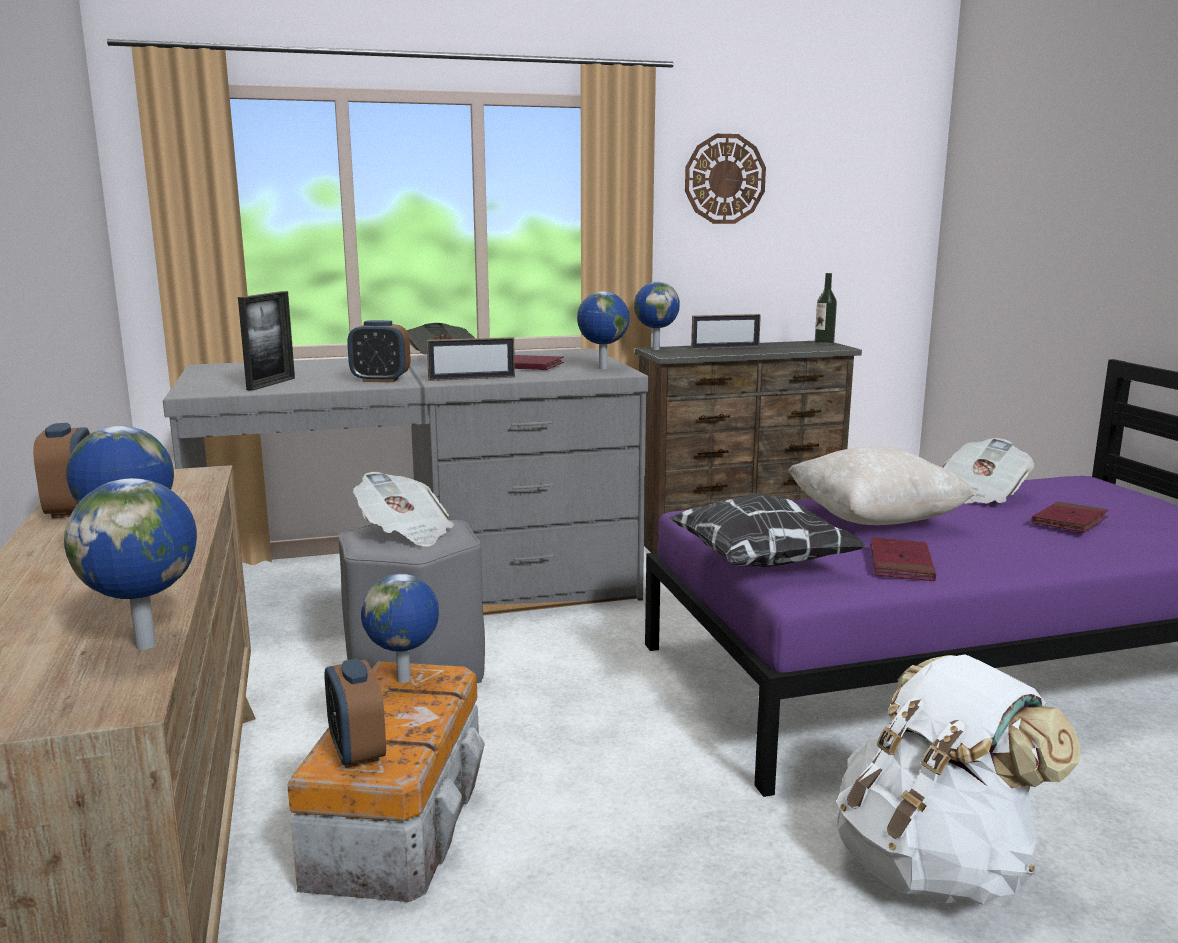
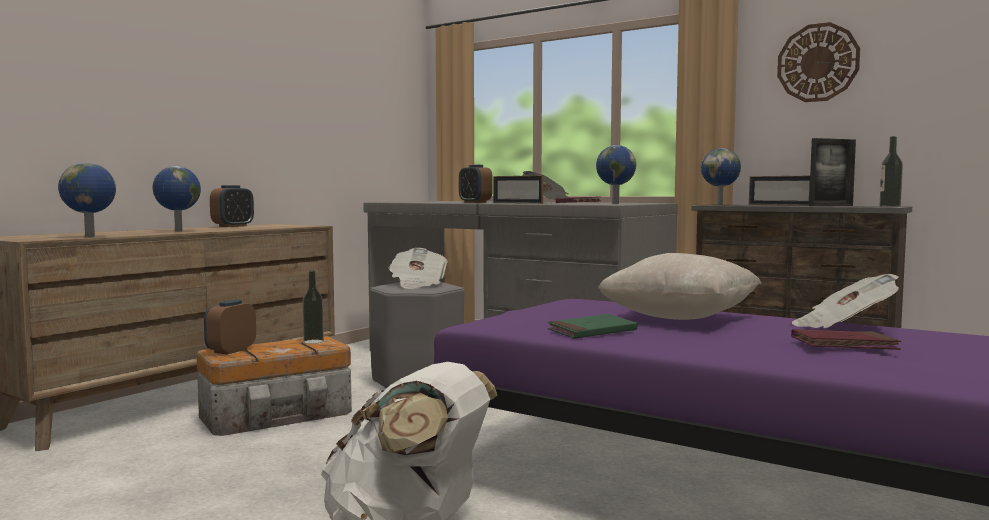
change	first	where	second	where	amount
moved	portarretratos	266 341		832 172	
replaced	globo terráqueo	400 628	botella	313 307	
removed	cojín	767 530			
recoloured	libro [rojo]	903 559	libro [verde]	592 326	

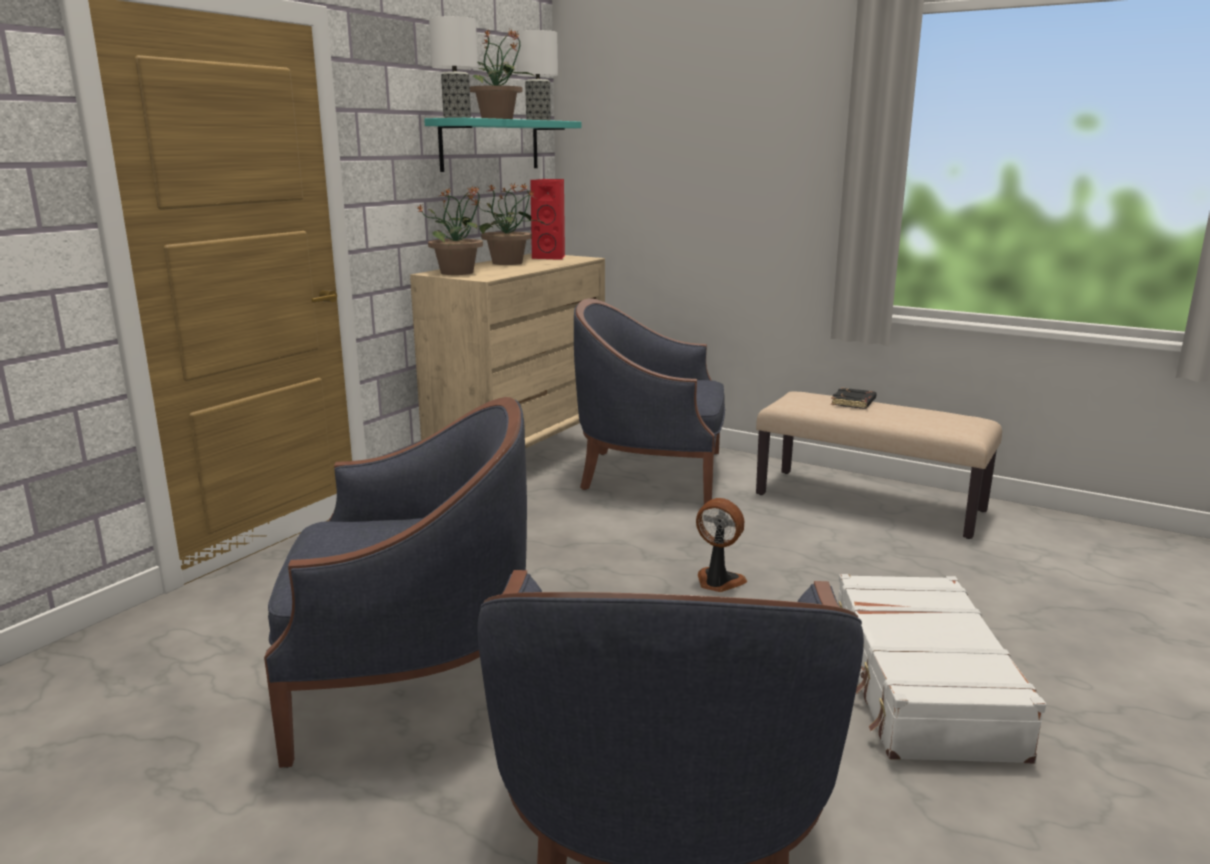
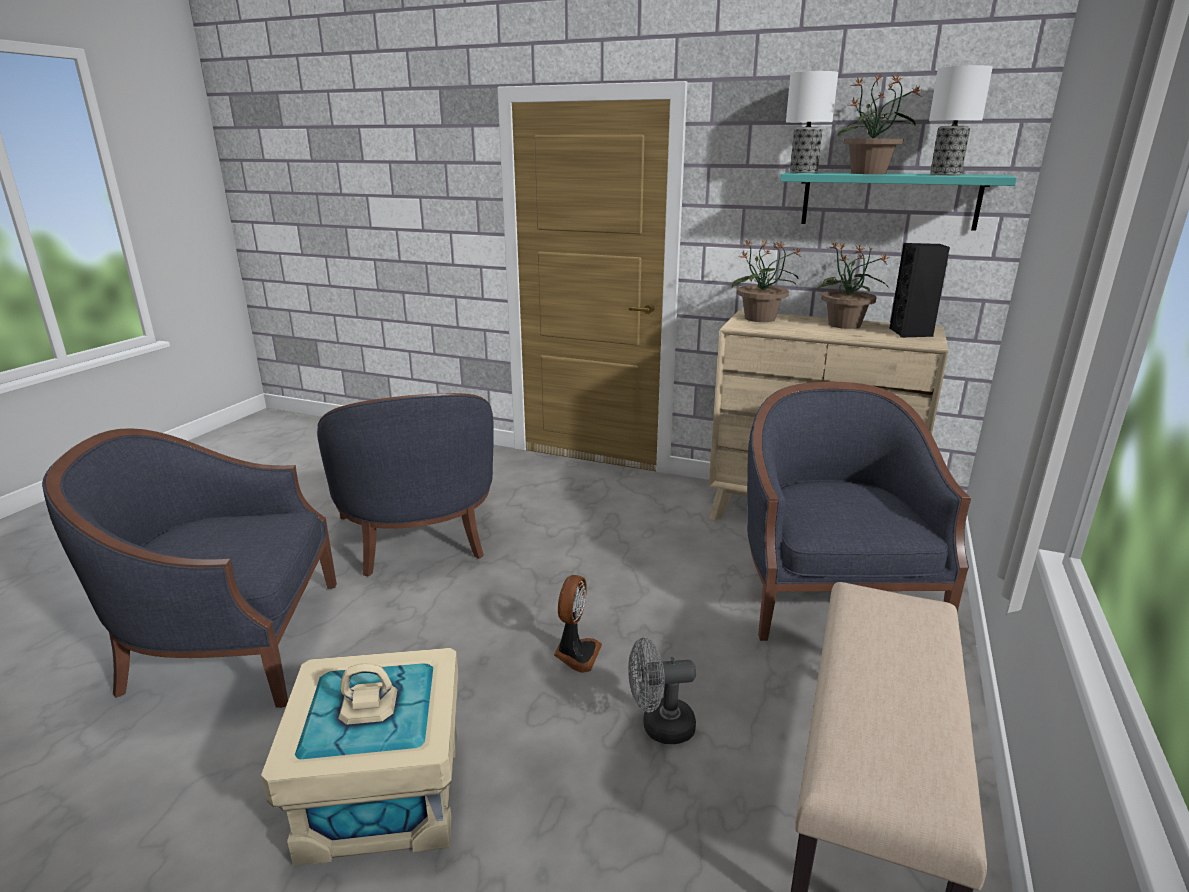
change	first	where	second	where	amount
recoloured	altavoz [rojo]	547 219	altavoz [negro]	920 290	
removed	libro [negro]	854 398			
replaced	maleta [blanco]	942 669	caja de almacenaje [beis]	360 757	
added			ventilador [gris]	662 691	

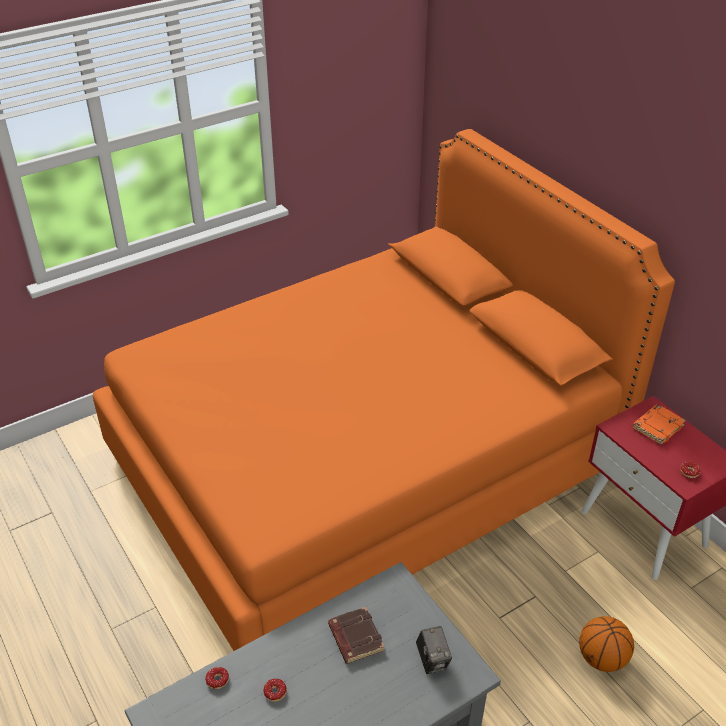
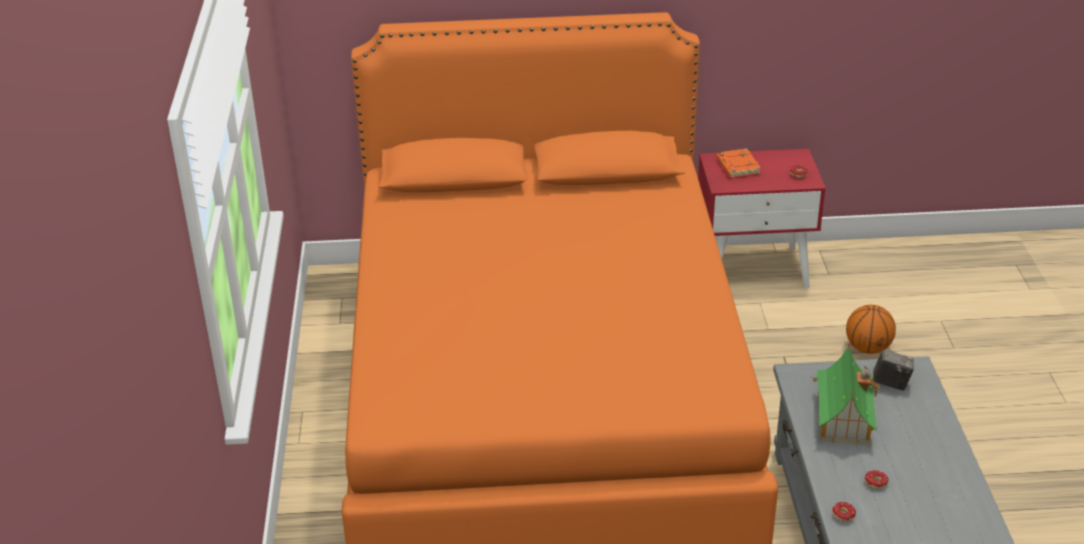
change	first	where	second	where	amount
replaced	libro [marrón]	356 635	casita	845 394	

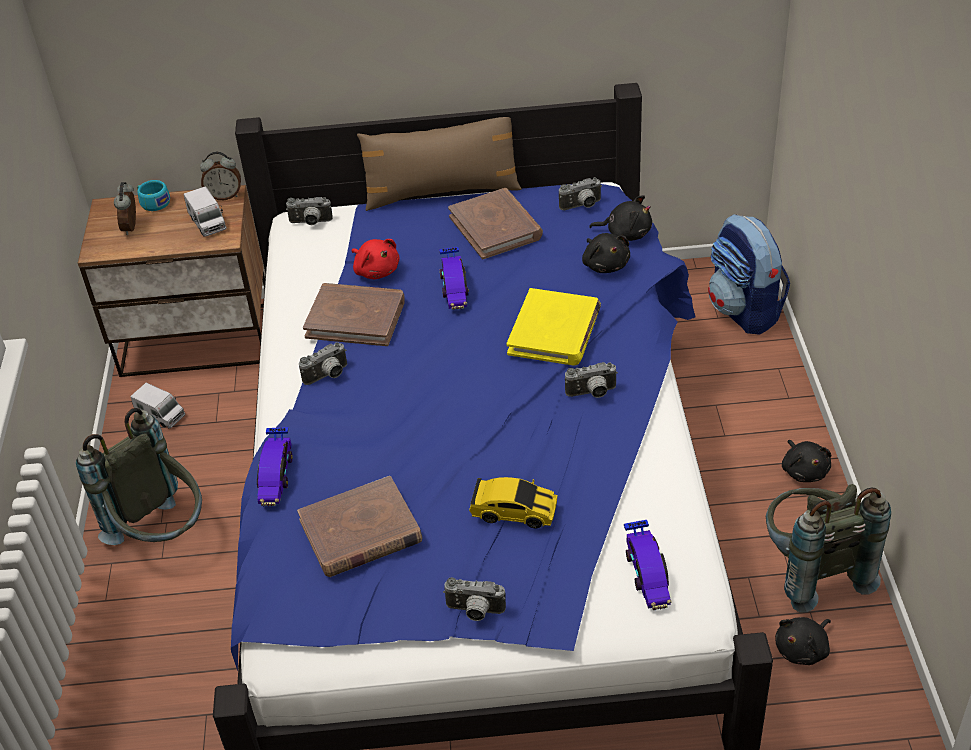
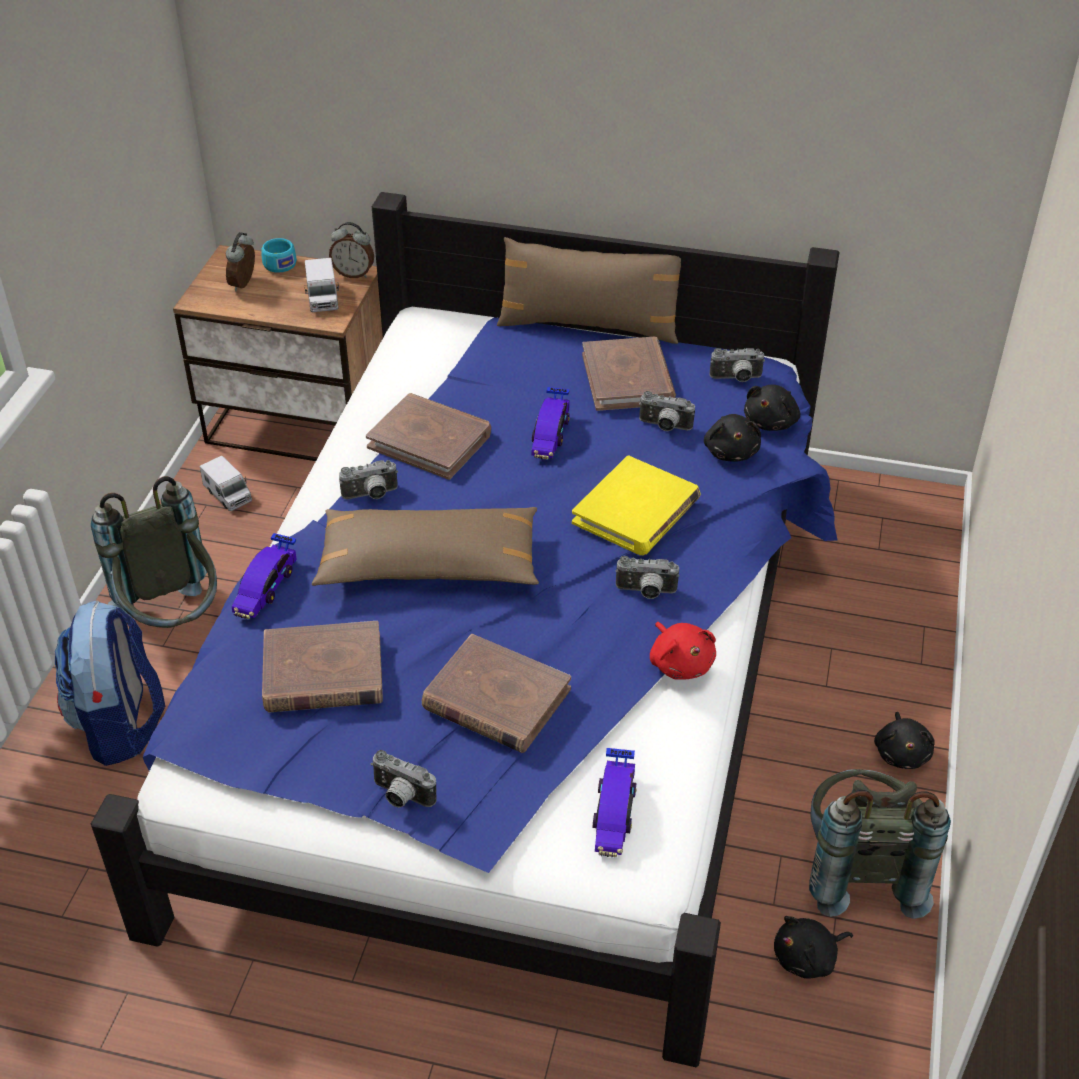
change	first	where	second	where	amount
moved	cámara	309 211		667 411	
moved	peluche [rojo]	375 259		683 651	
replaced	coche de juguete	513 502	libro [marrón]	496 693	
turned	peluche [negro]	620 218		772 408	90 degrees clockwise
moved	mochila	749 274		110 683	
added			cojín [marrón]	425 546	

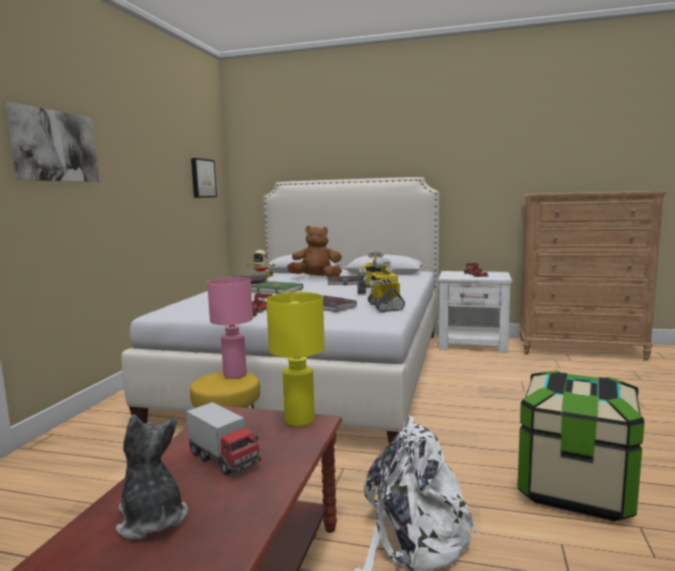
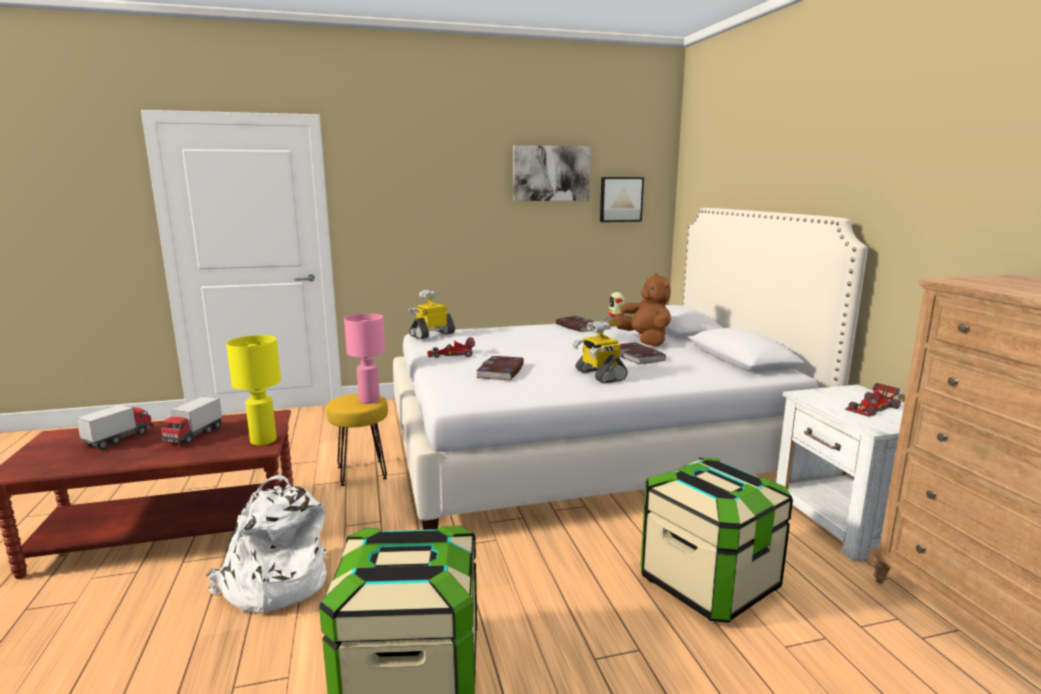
change	first	where	second	where	amount
moved	cuadro	52 142		552 173	
replaced	peluche	152 477	camión de juguete	114 427	
removed	libro [verde]	277 287			
moved	robot de juguete	384 285		431 314	
added			caja de almacenaje	717 540	

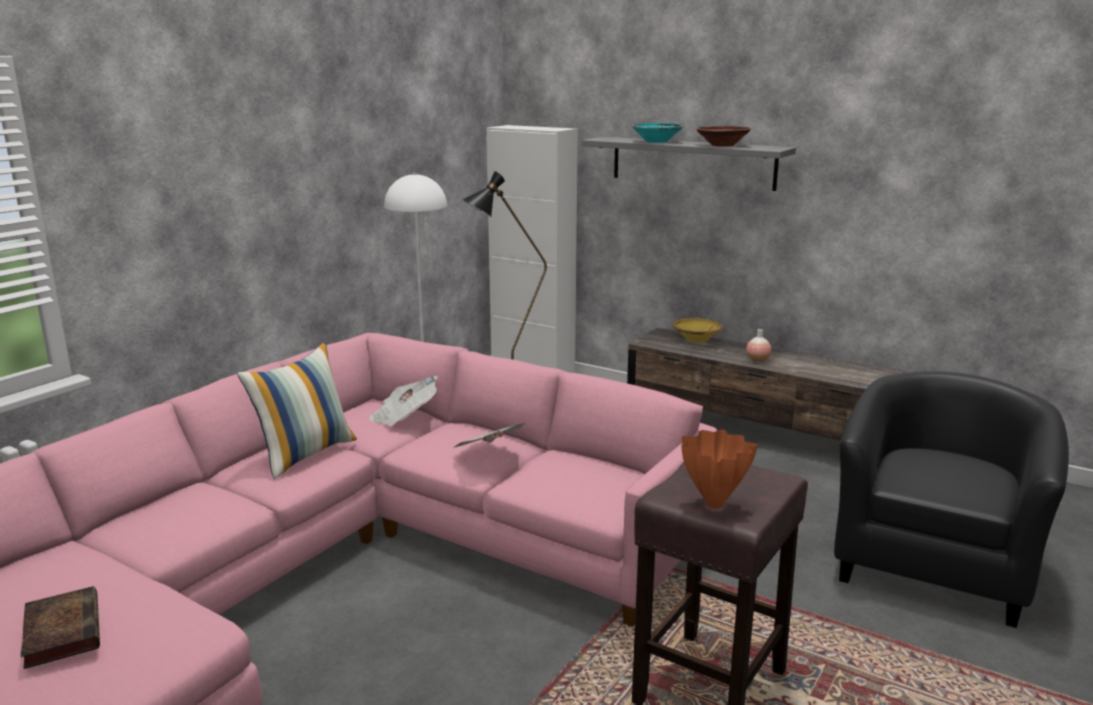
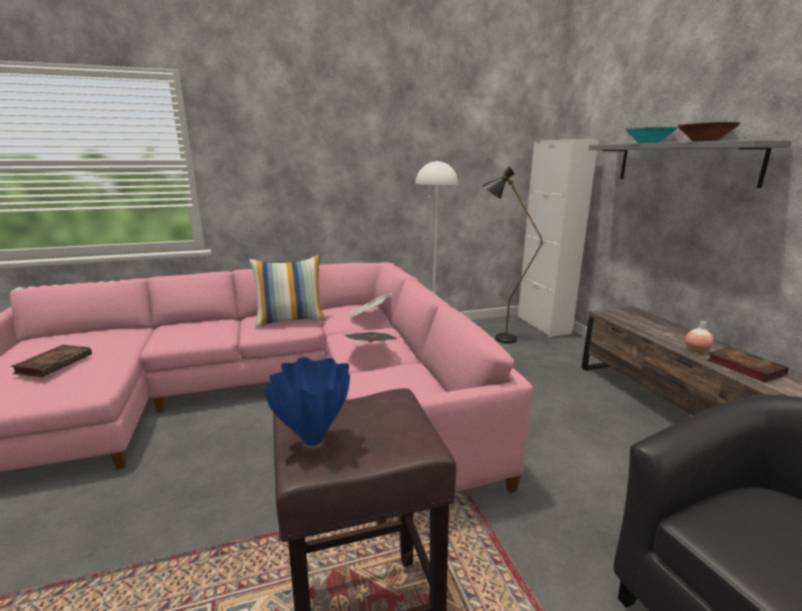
change	first	where	second	where	amount
removed	cuenco [amarillo]	697 330			
recoloured	florero [naranja]	719 469	florero [azul]	306 401	
added			libro	748 364	

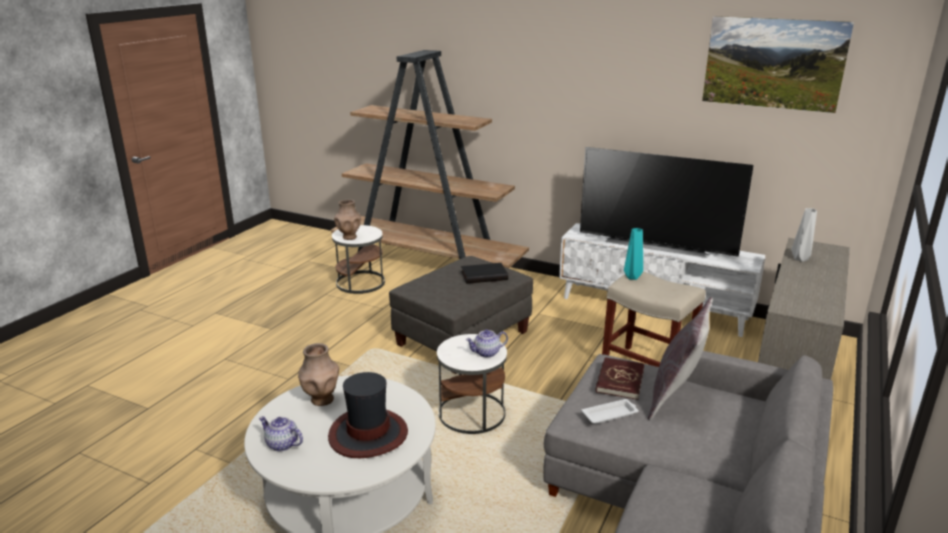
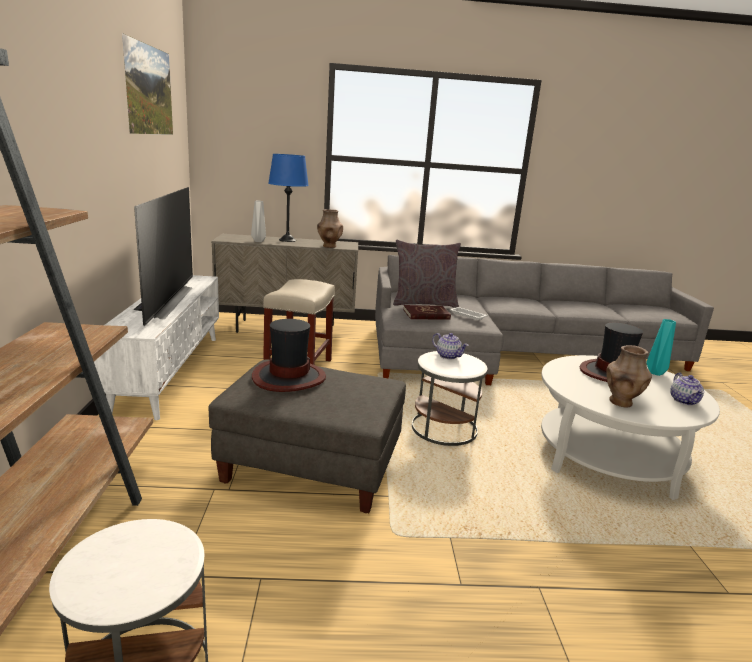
change	first	where	second	where	amount
moved	florero [marrón]	347 219		330 228	
replaced	libro [negro]	484 273	sombrero	289 355	
moved	florero [turquesa]	633 254		661 347	
added			lámpara de mesa [azul]	288 198	

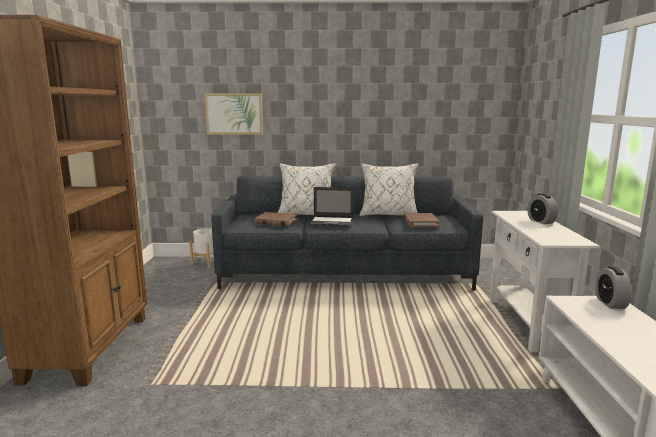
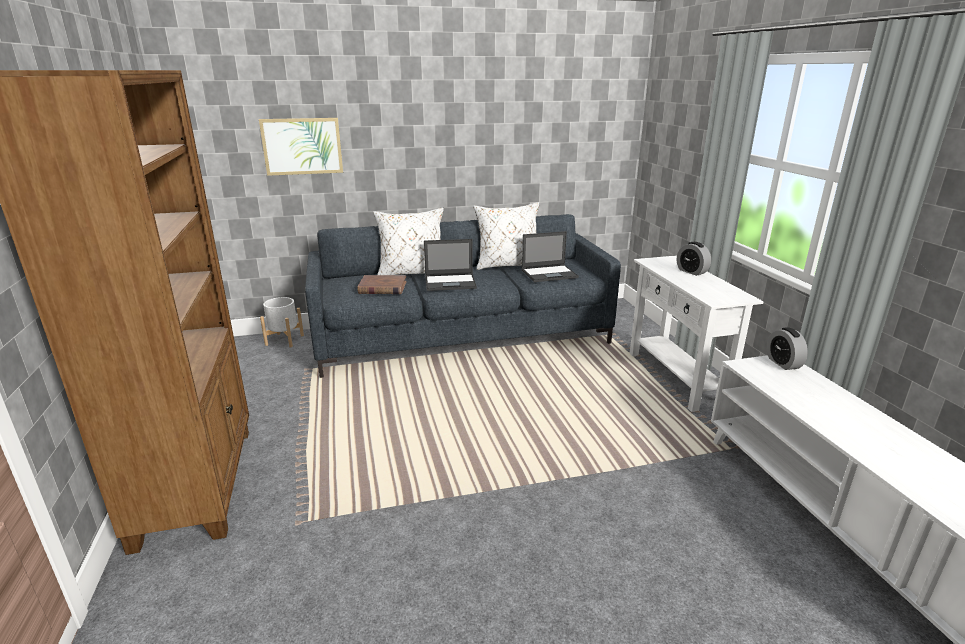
change	first	where	second	where	amount
replaced	libro [marrón]	421 220	portátil	550 256	

